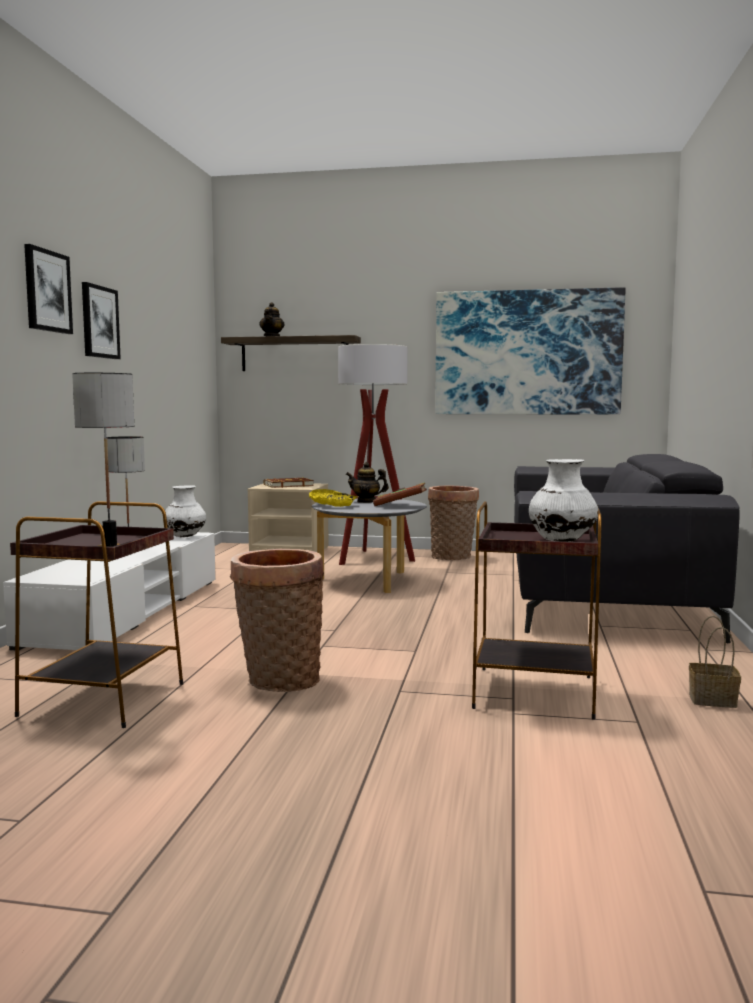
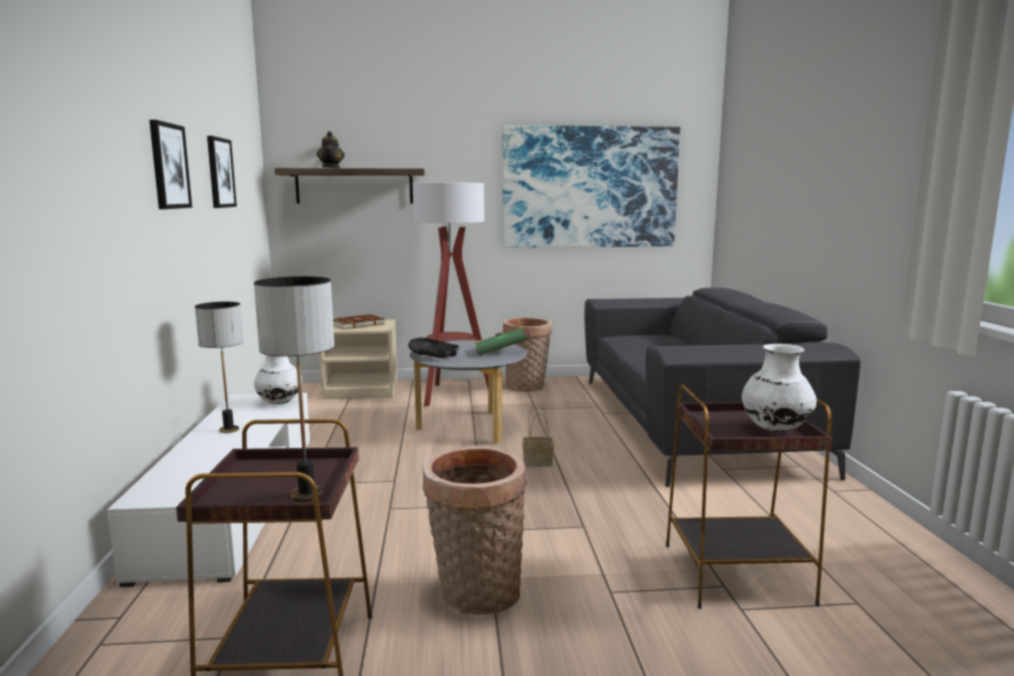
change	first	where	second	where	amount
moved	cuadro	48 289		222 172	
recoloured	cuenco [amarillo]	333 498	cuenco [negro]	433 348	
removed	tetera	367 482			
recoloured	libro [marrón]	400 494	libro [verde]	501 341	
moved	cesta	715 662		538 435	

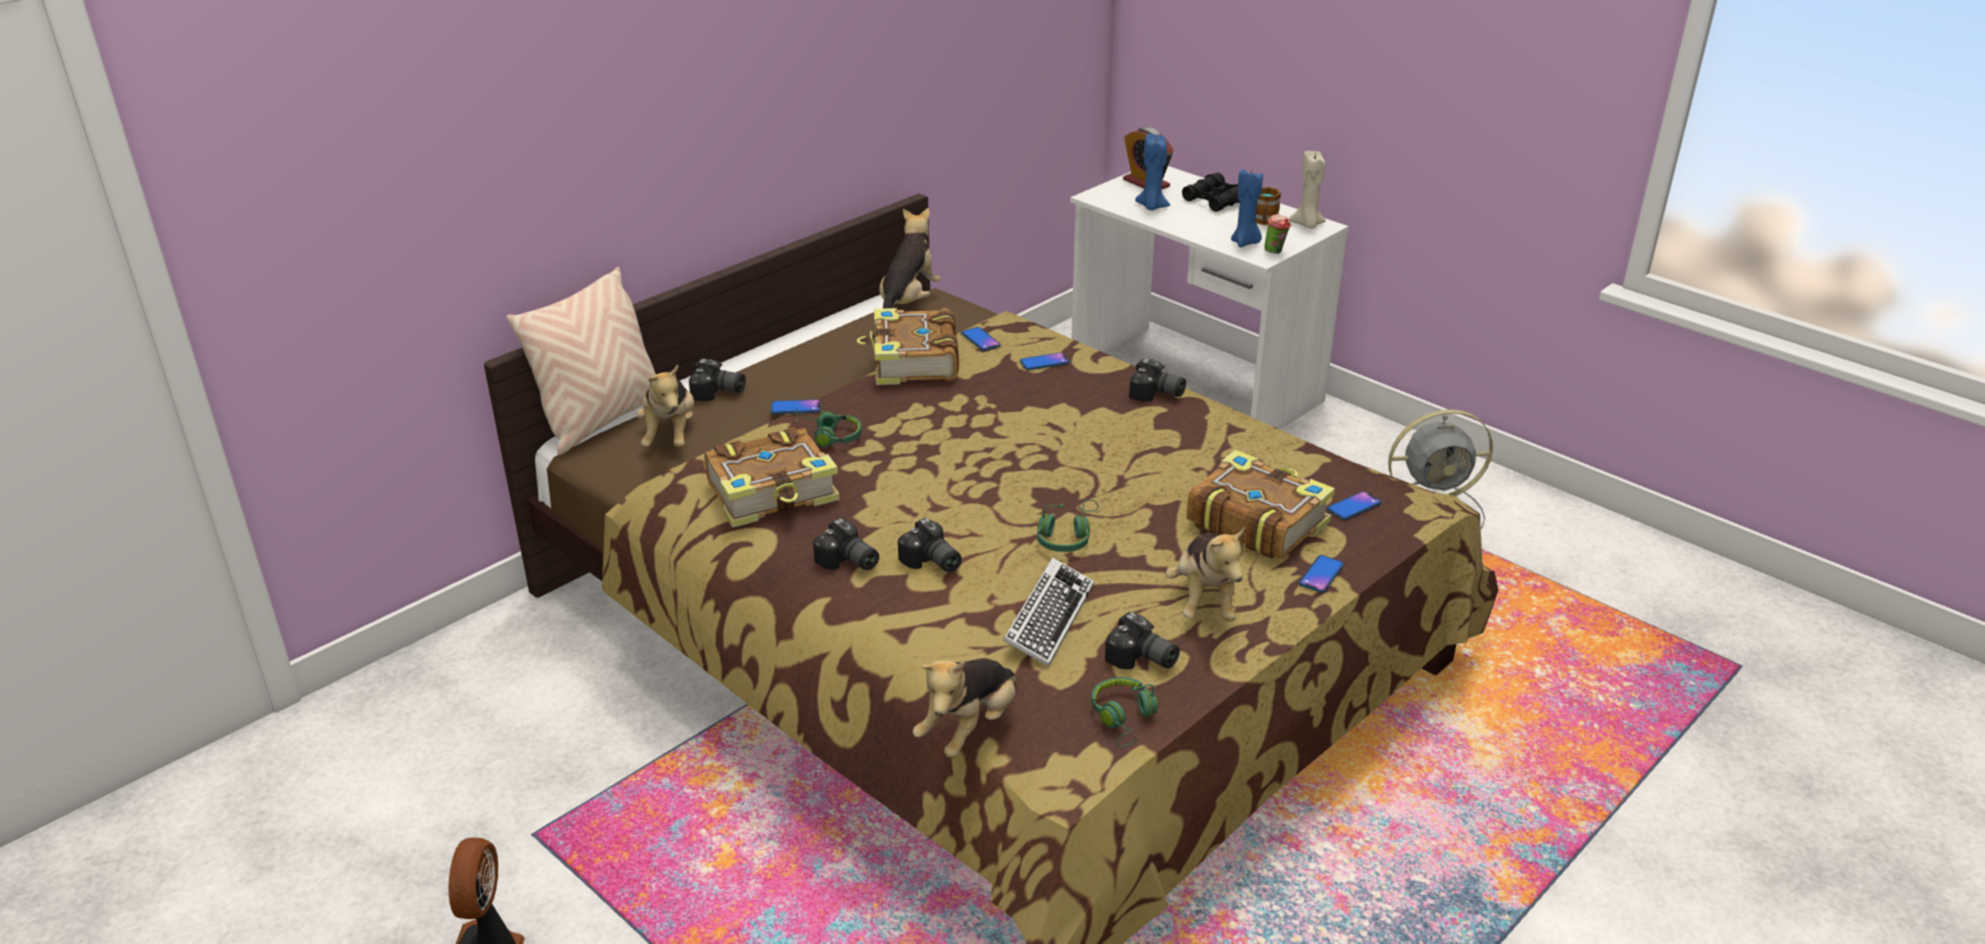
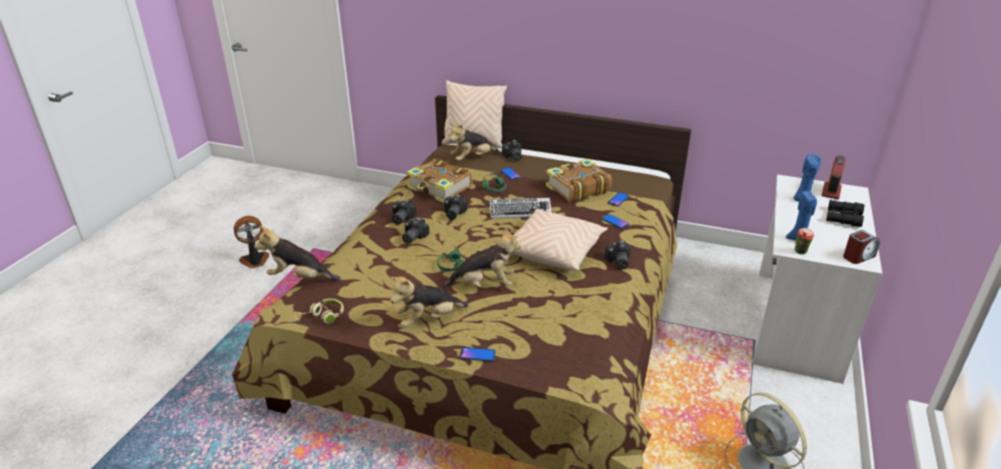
change	first	where	second	where	amount
moved	peluche	910 258		482 257	
moved	teclado	1048 612		520 208	
recoloured	auriculares [verde]	1124 712	auriculares [beis]	319 311	
moved	cámara	1142 641		455 207	
removed	libro	1260 504			
removed	taza grande	1268 206			
replaced	vela [beis]	1307 189	despertador	861 247	
removed	móvil	1354 505			
added			cojín [beis]	560 240	

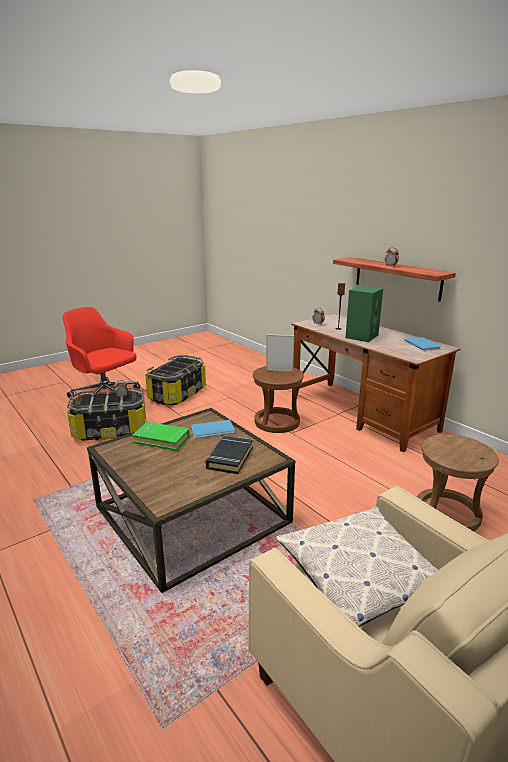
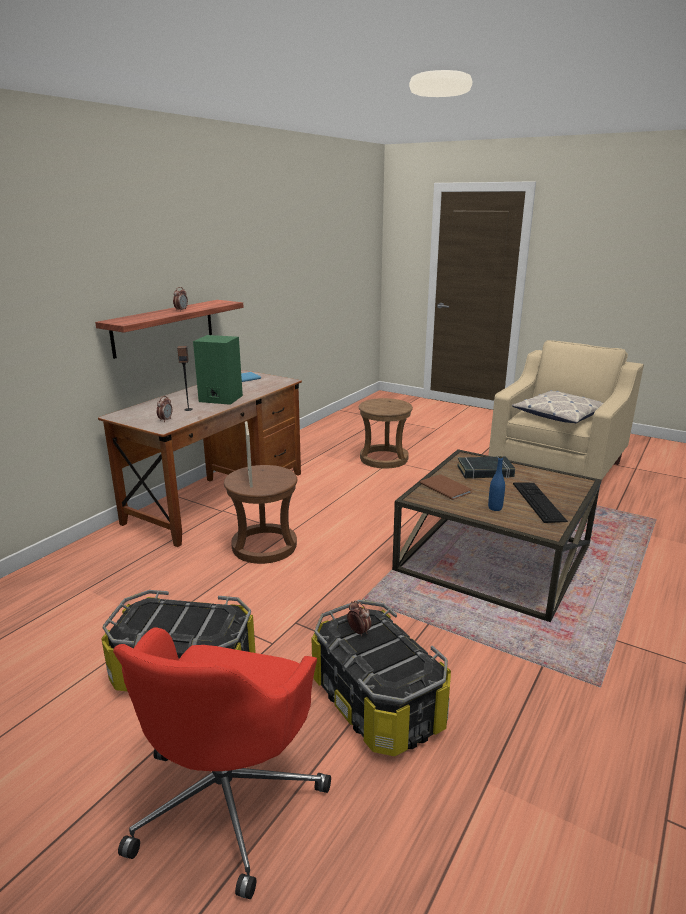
change	first	where	second	where	amount
replaced	libro [verde]	161 436	botella [azul]	496 483	
recoloured	libro [azul]	213 429	libro [marrón]	446 487	
added			teclado	540 502	

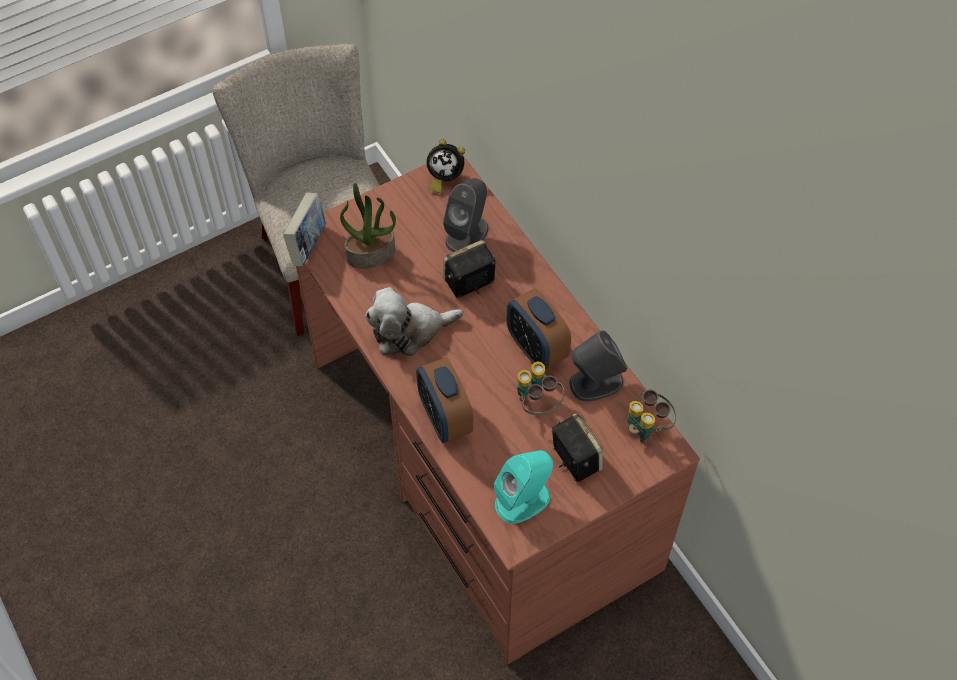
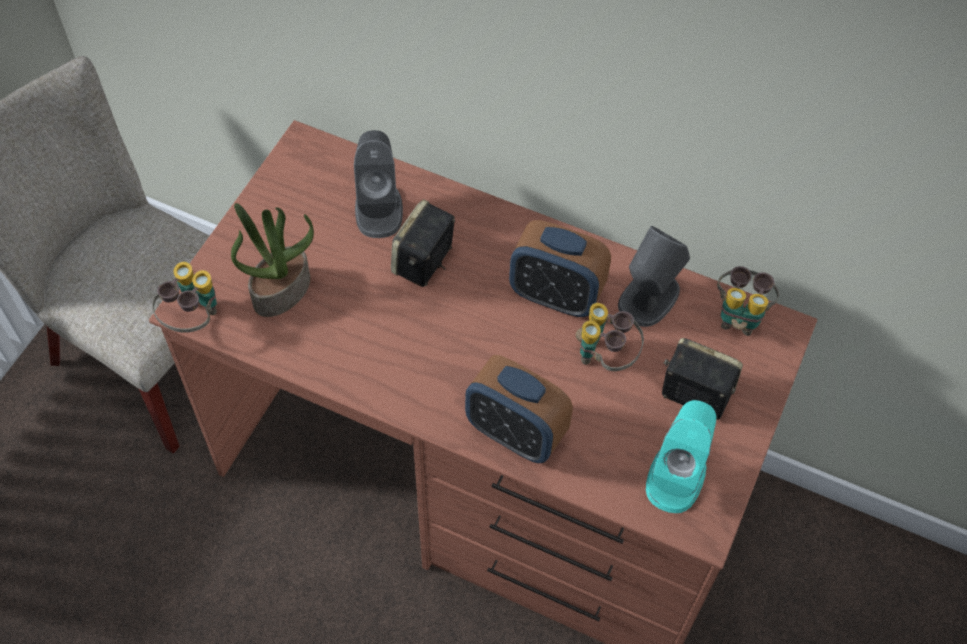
change	first	where	second	where	amount
replaced	libro	304 229	prismáticos	184 297	
removed	peluche	414 321			
removed	despertador	446 166			

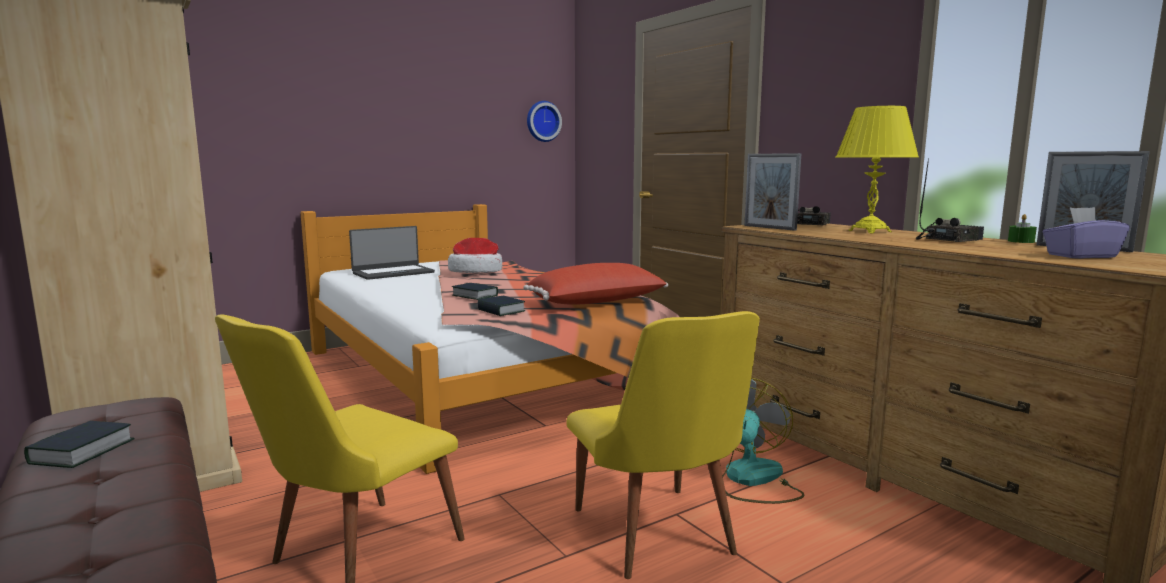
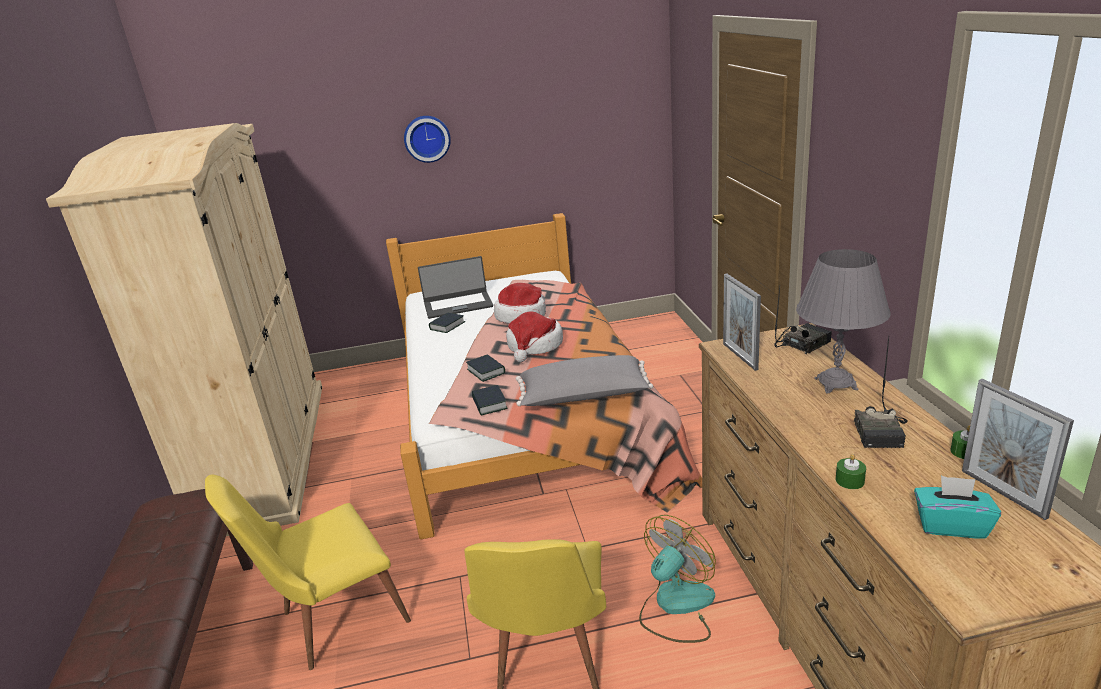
change	first	where	second	where	amount
moved	libro	79 444		447 323	
recoloured	cojín [rojo]	595 284	cojín [gris]	584 380	
moved	reloj de pared	544 121		427 139	
recoloured	lámpara de mesa [amarillo]	877 169	lámpara de mesa [gris]	843 321	
turned	radio	950 200		881 392	105 degrees clockwise
recoloured	caja de pañuelos [morado]	1086 233	caja de pañuelos [turquesa]	957 507	
added			sombrero	534 337	
added			vela [verde]	851 471	

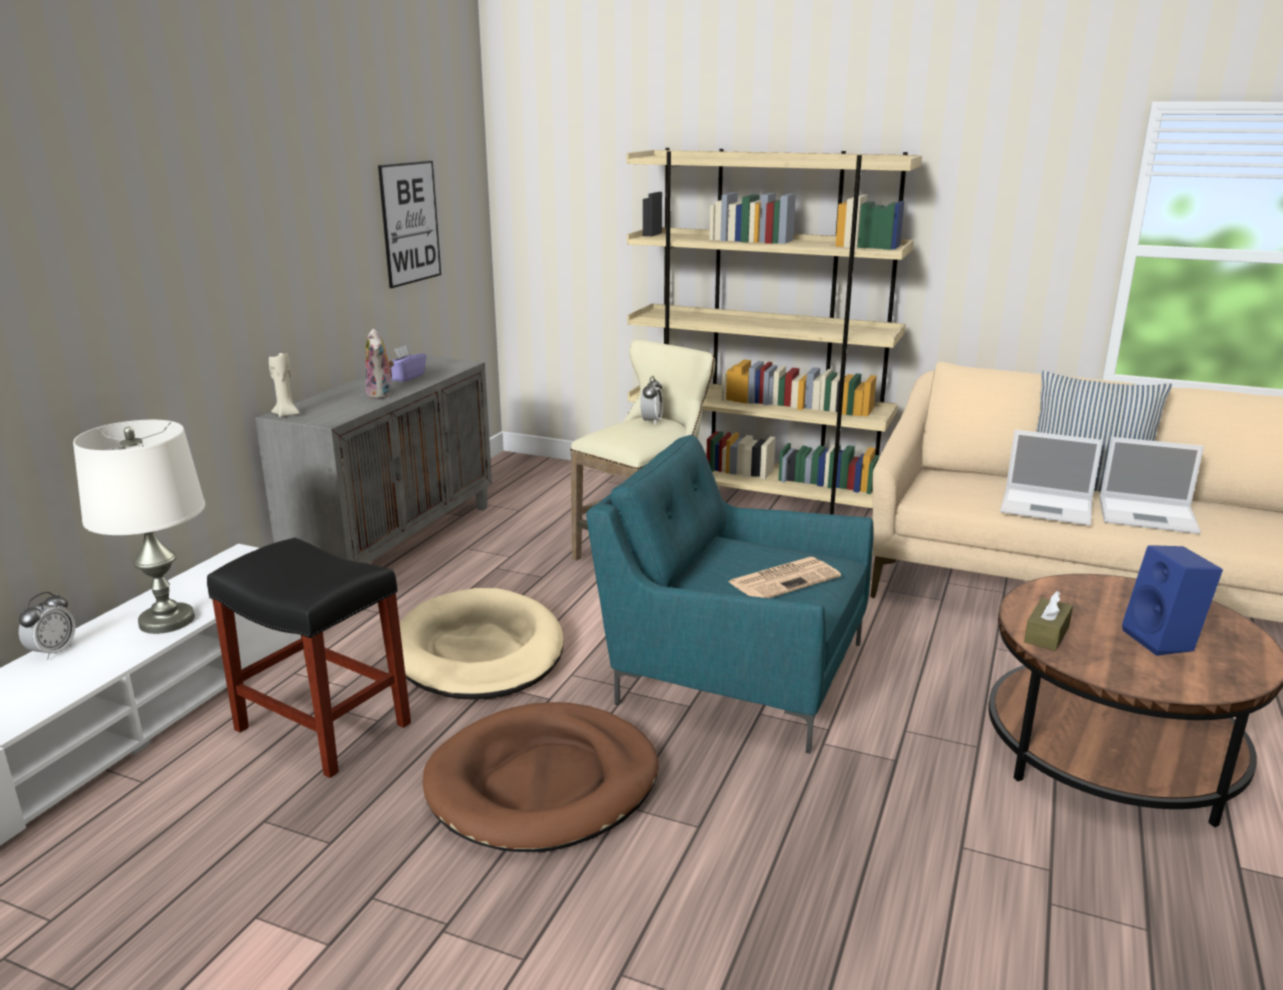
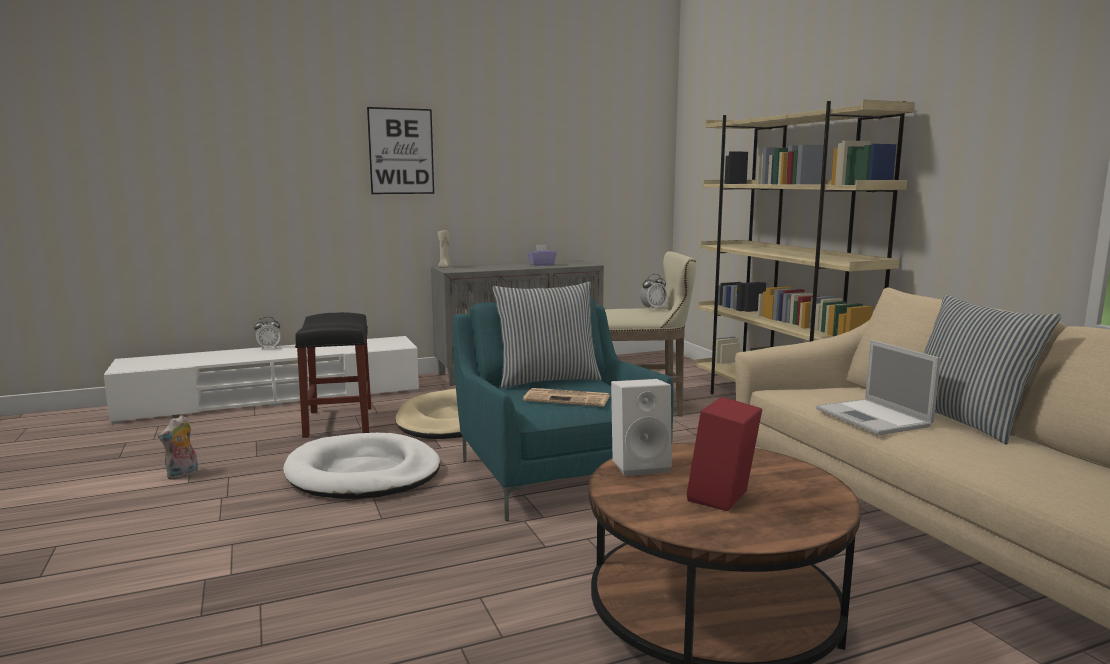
change	first	where	second	where	amount
removed	lámpara de mesa [blanco]	139 527			
moved	peluche	379 364		178 447	
moved	cuadro	409 224		400 150	
recoloured	cama para perro [marrón]	541 777	cama para perro [blanco]	362 466	
replaced	caja de pañuelos [marrón]	1048 621	altavoz [blanco]	641 427	
removed	portátil	1152 485			
recoloured	altavoz [azul]	1172 600	altavoz [rojo]	724 454	
added			cojín	547 335	

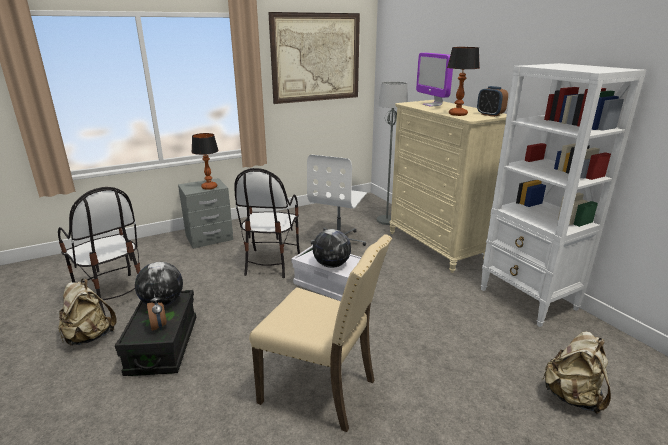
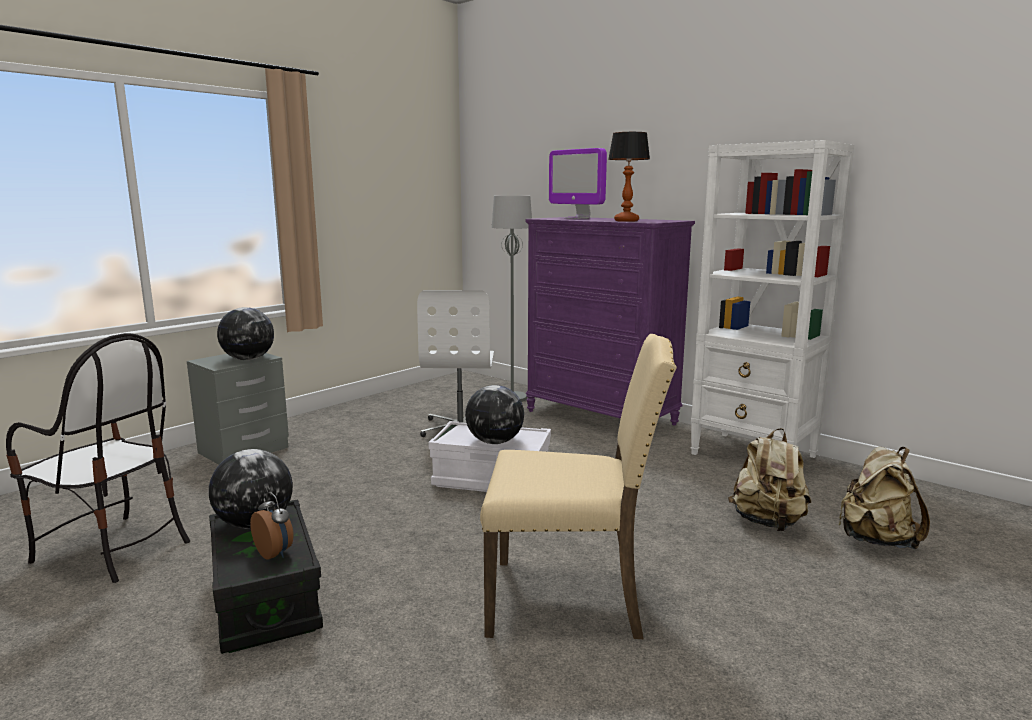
change	first	where	second	where	amount
moved	mochila [beis]	87 312		769 479	
replaced	lámpara de mesa	205 161	globo terráqueo	245 333	
removed	silla	267 223			
removed	cuadro	314 58			
recoloured	cómoda [beis]	448 186	cómoda [morado]	610 321	
removed	despertador	492 101			

